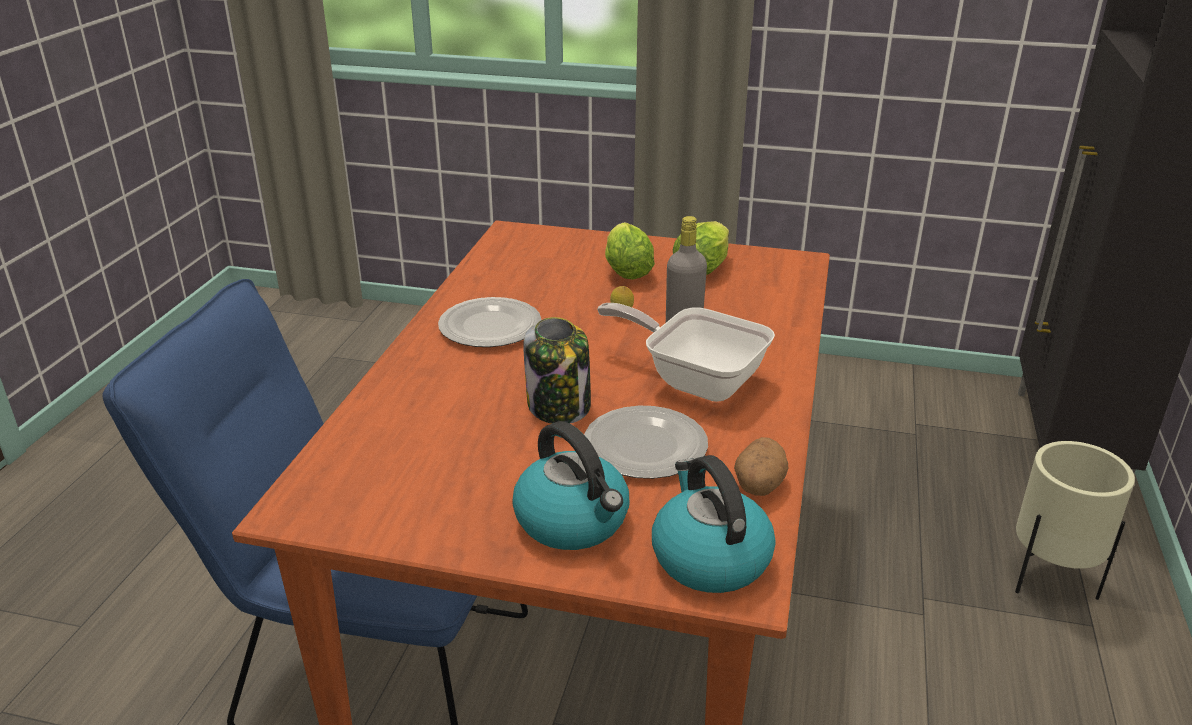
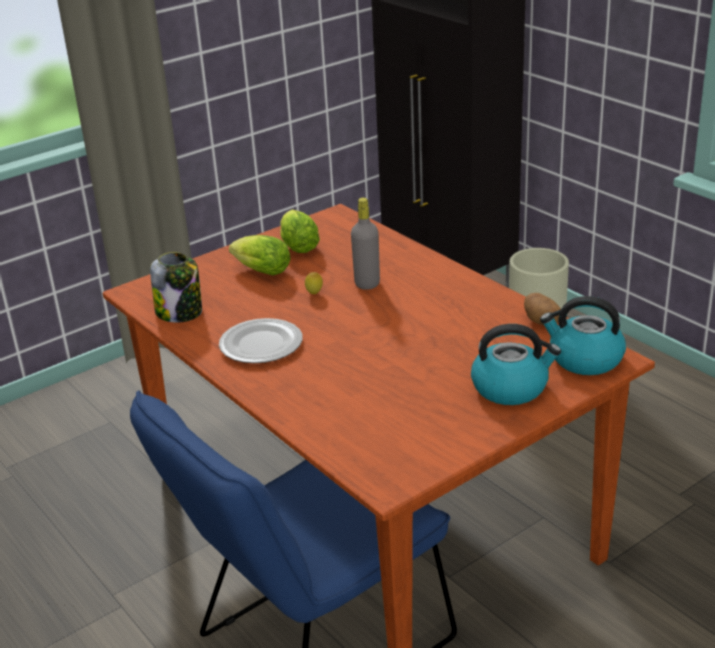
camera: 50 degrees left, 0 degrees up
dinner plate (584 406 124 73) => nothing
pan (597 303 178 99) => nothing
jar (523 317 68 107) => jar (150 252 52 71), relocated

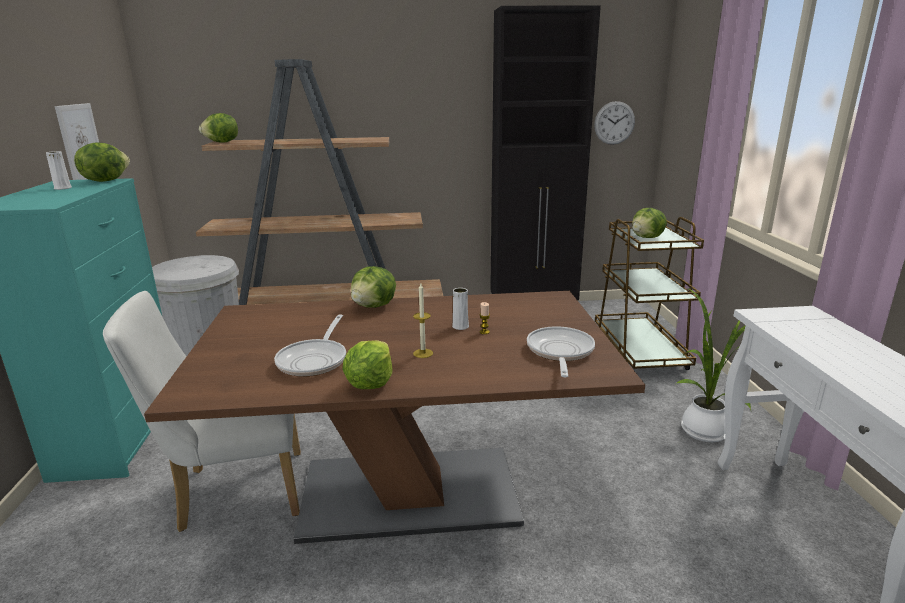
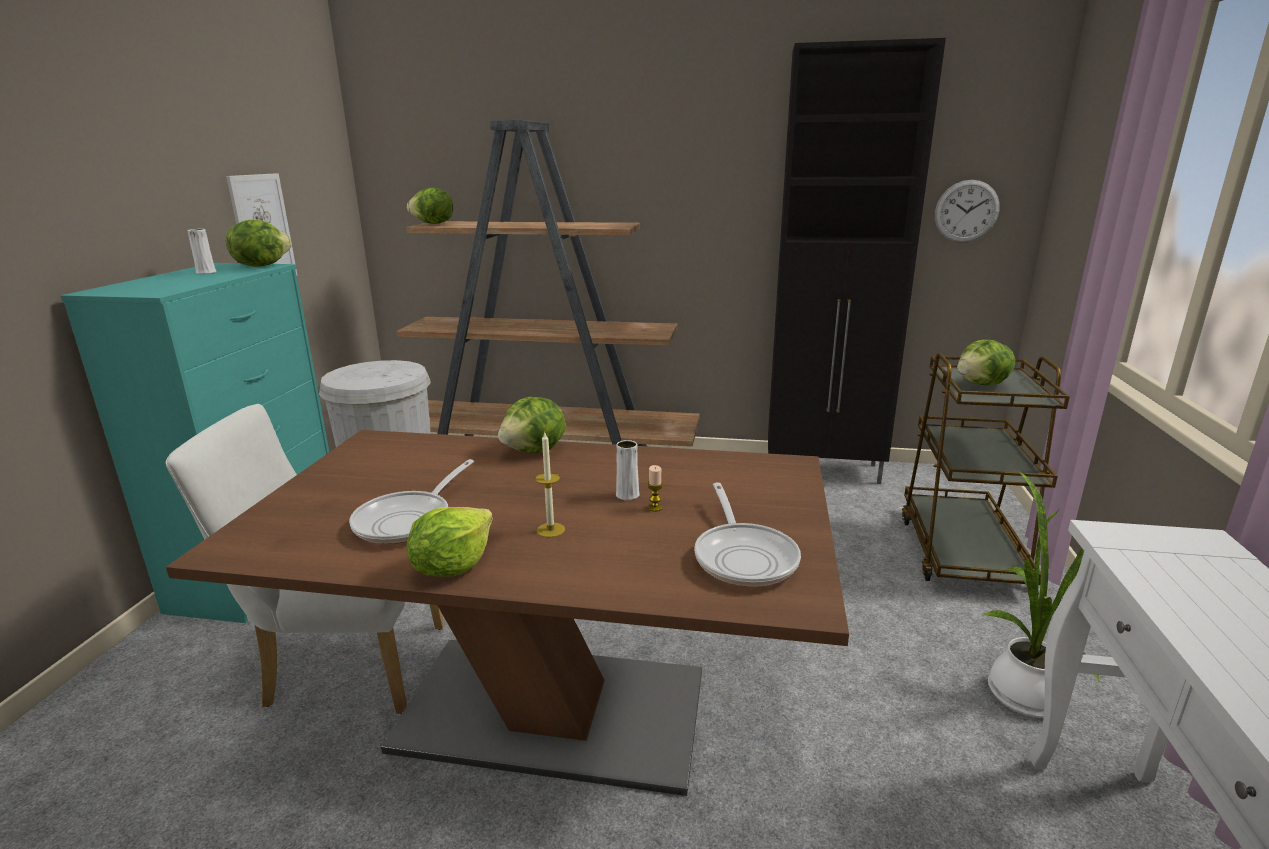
camera: 15 degrees right, 0 degrees up
pan (527 326 68 51) => pan (694 483 107 104), 150 degrees clockwise

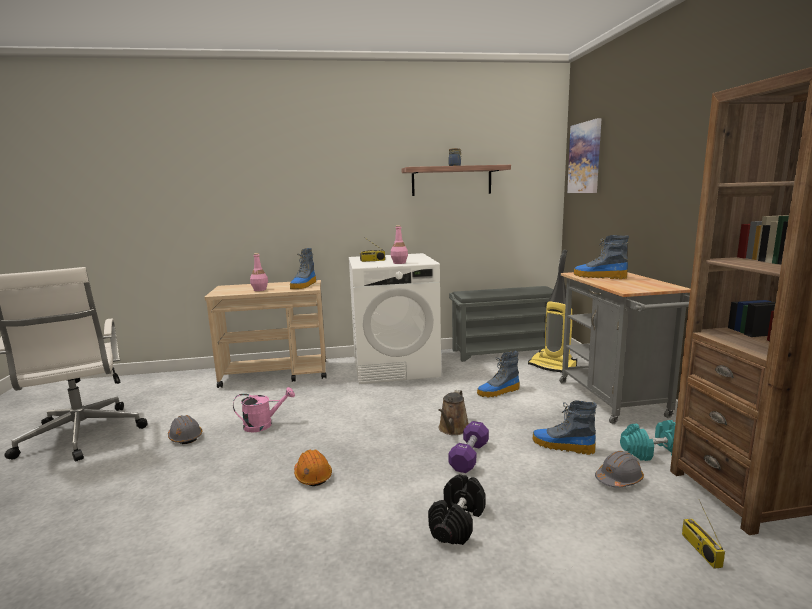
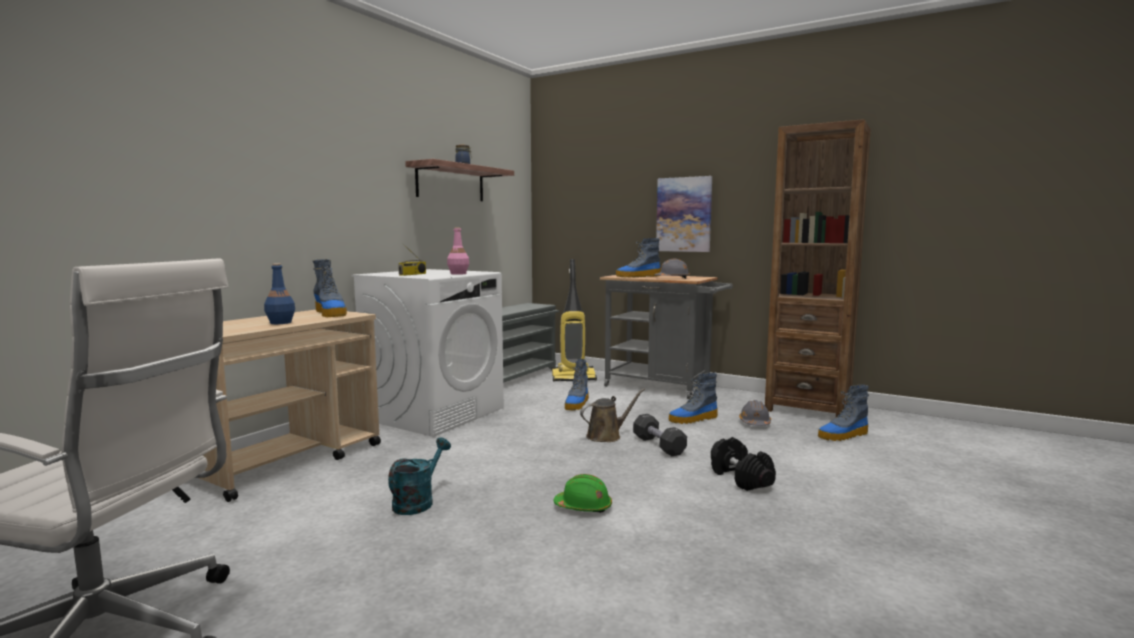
camera: 50 degrees left, 5 degrees down
blue-green free weight (620 420 55 41) => nothing
gray safety helmet (168 415 34 29) => gray safety helmet (655 259 35 19), relocated
wall art (567 118 35 75) => wall art (656 176 56 76), relocated
radio receiver (682 499 43 70) => tall boot (818 384 51 57)
pink-coloured watering pot (233 387 62 45) => blue-green watering pot (388 437 63 78)
pink-coloured drink bottle (250 253 18 38) => bluish drink bottle (264 263 31 61)
orangey safety helmet (294 449 38 37) => green safety helmet (553 474 59 39)
purple free weight (449 421 40 52) => black free weight (633 414 54 42)
brown-coloured watering pot (438 390 31 45) => brown-coloured watering pot (580 389 65 53), 90 degrees counterclockwise

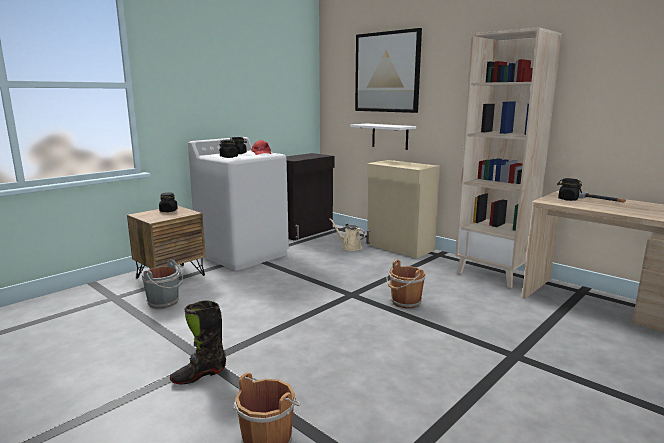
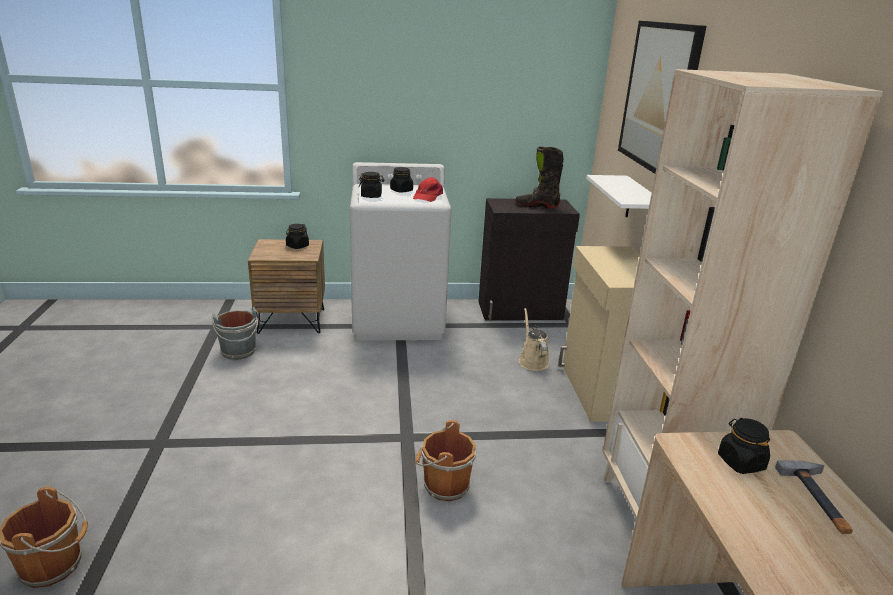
camera: 40 degrees right, 10 degrees up
black tall boot (170 300 56 84) => black tall boot (515 147 49 62), relocated

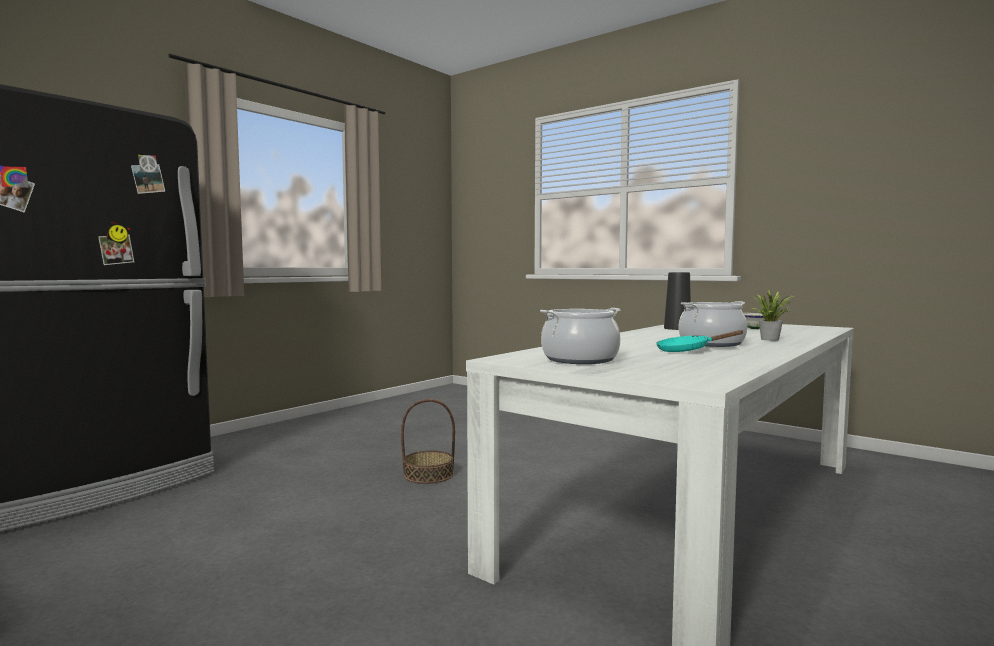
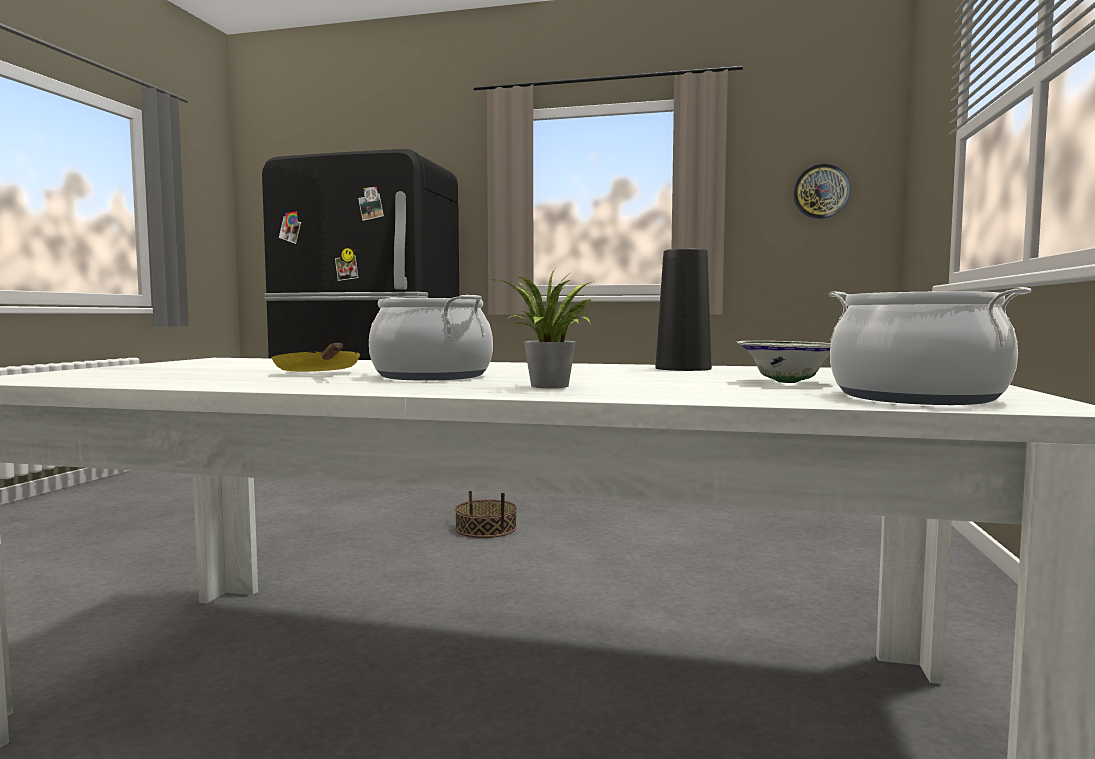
camera: 65 degrees right, 0 degrees up
nothing => clock on the wall (793 164 58 55)
saucepot (540 308 81 56) => saucepot (829 287 202 118), relocated
blue-green pan (656 330 87 22) => yellow-coloured pan (271 343 89 29)

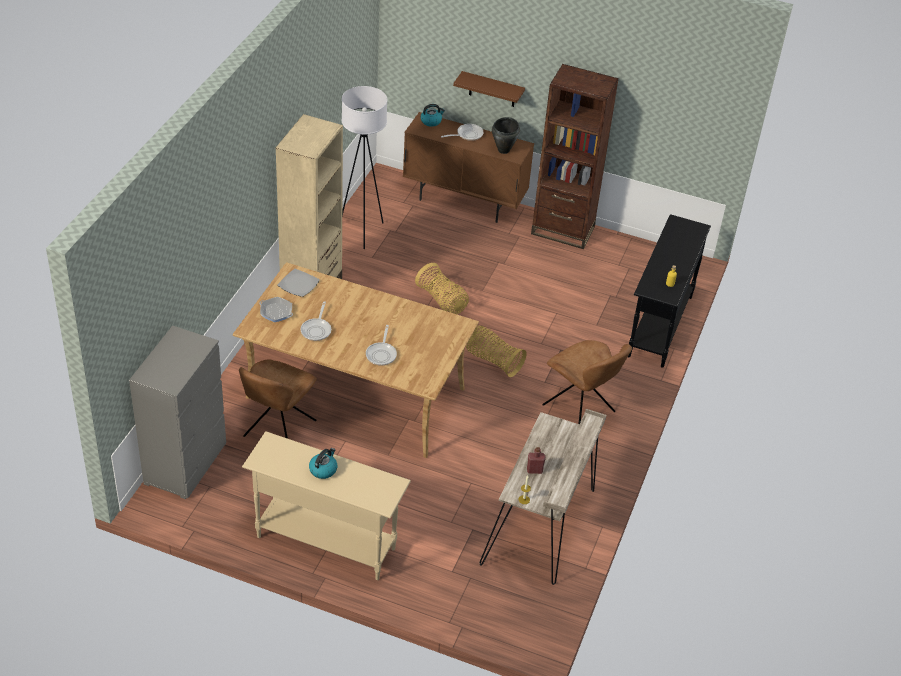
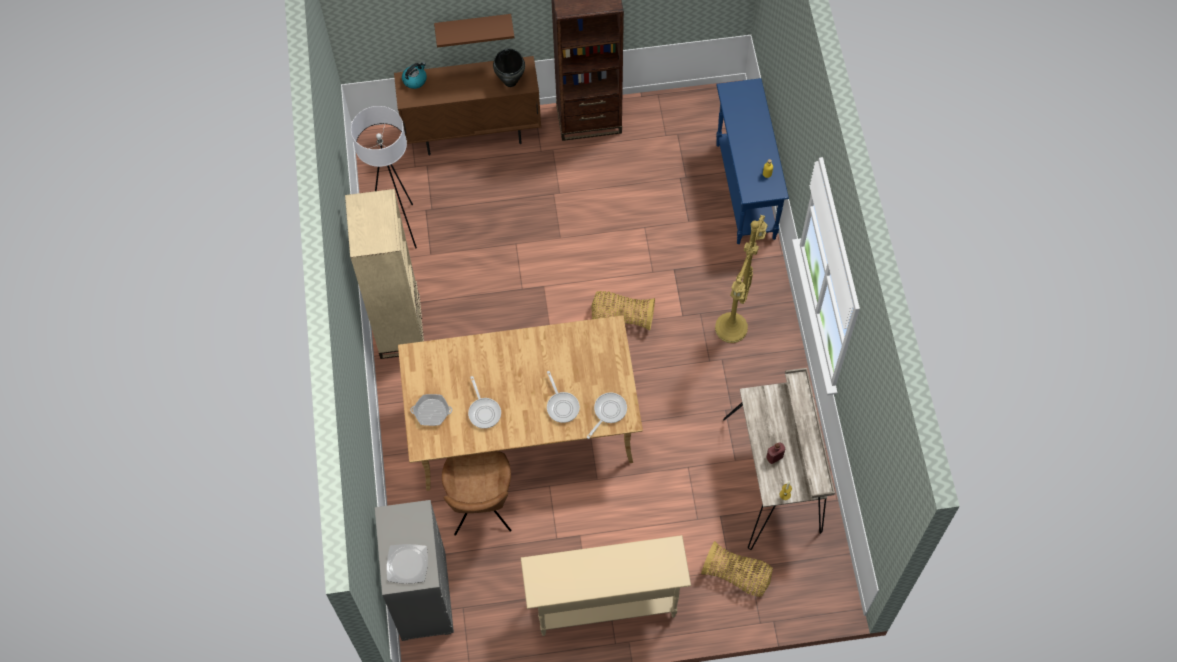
camera: 25 degrees left, 20 degrees up
kettle (309 448 28 31) => nothing
dinner plate (277 269 43 28) => dinner plate (387 544 41 40), relocated
storage basket (415 263 54 51) => storage basket (701 541 72 56), relocated
pan (441 124 42 17) => pan (587 392 40 47), relocated
brown-coloured chair (542 340 90 84) => yellow-coloured floor lamp (715 215 53 128)
black console table (628 214 83 154) => bluish console table (716 78 73 166)

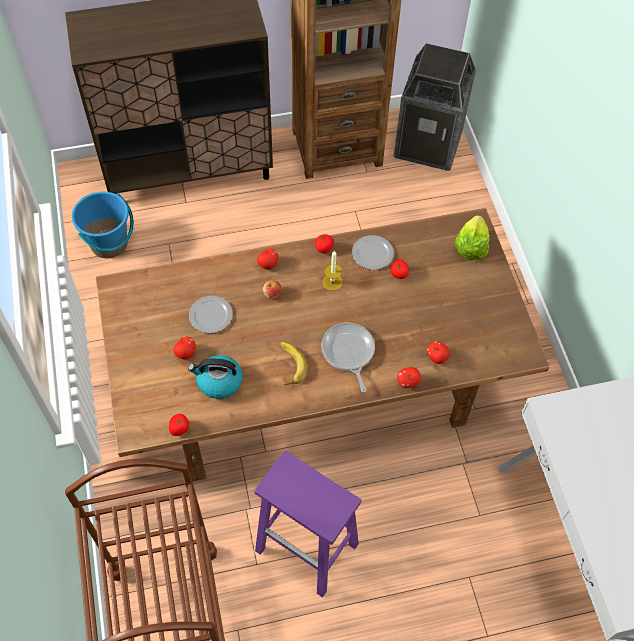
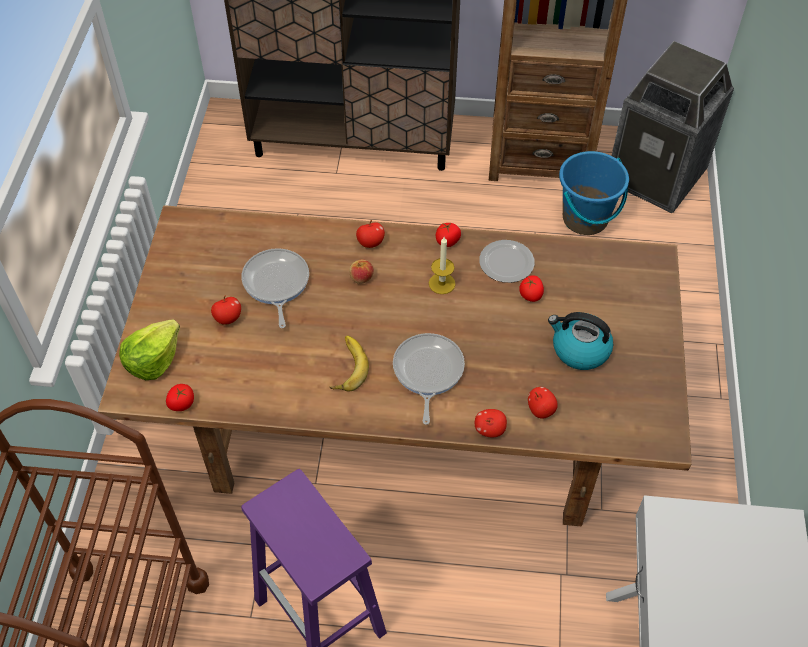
camera: 20 degrees right, 5 degrees down
bluish pail (72 191 62 67) => bluish pail (559 151 70 84), relocated
kettle (188 355 55 44) => kettle (548 312 65 58), relocated
head of lettuce (455 215 34 45) => head of lettuce (119 320 61 60), relocated
dinner plate (189 296 44 37) => pan (241 248 68 80)

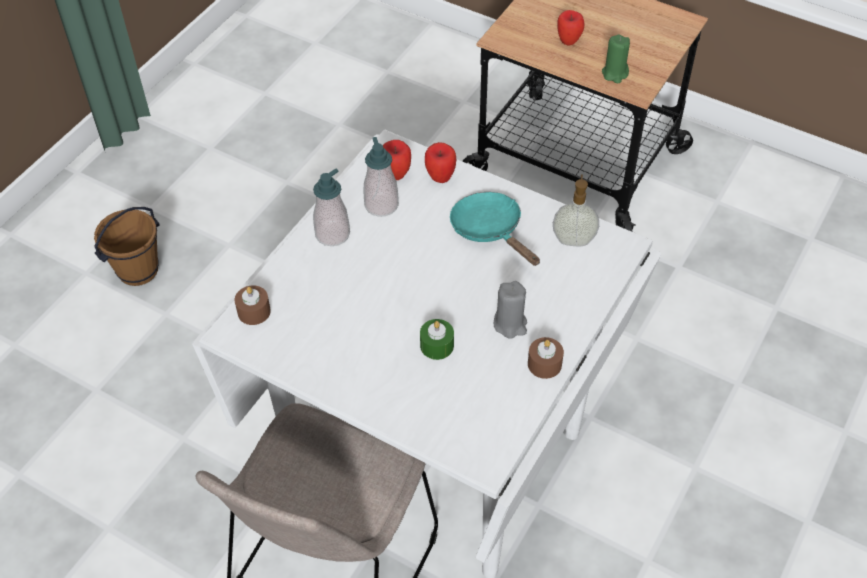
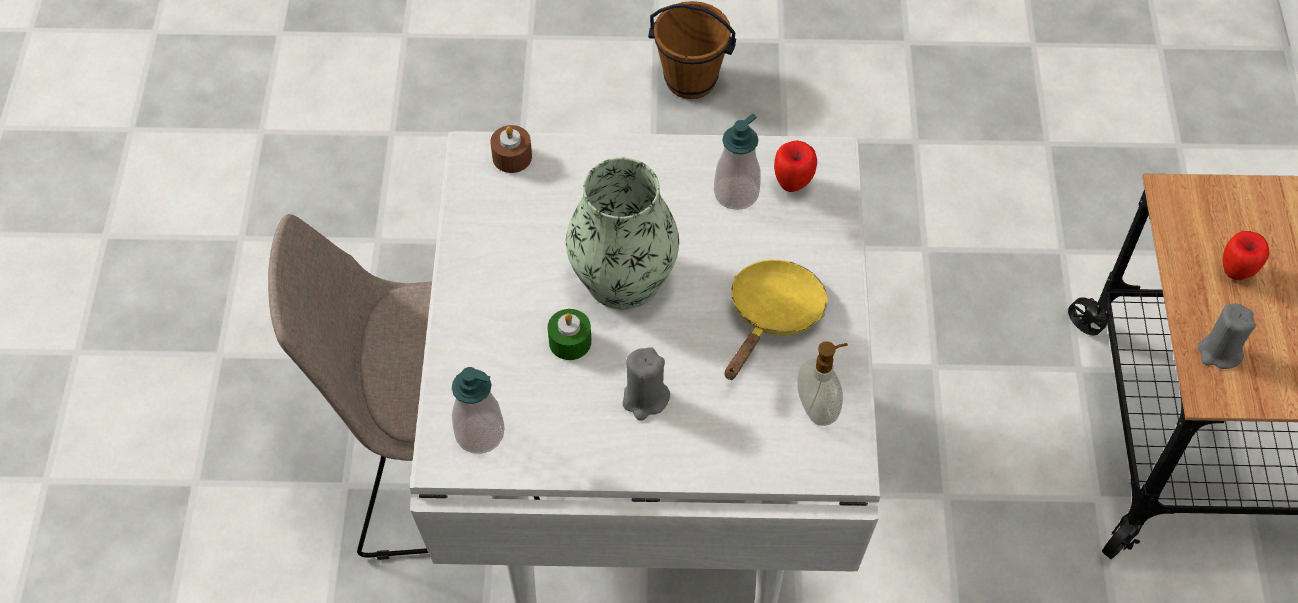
camera: 60 degrees right, 5 degrees up
whole apple (425 142 31 41) => nothing
brown-coloured candle (528 337 36 42) => nothing
nothing => flower vase (566 158 113 152)
soap dispenser (313 168 37 78) => soap dispenser (452 367 53 87), relocated
blue-green pan (450 192 90 74) => yellow-coloured pan (725 260 102 120)
green candle (602 34 28 49) => gray candle (1197 304 59 65)

